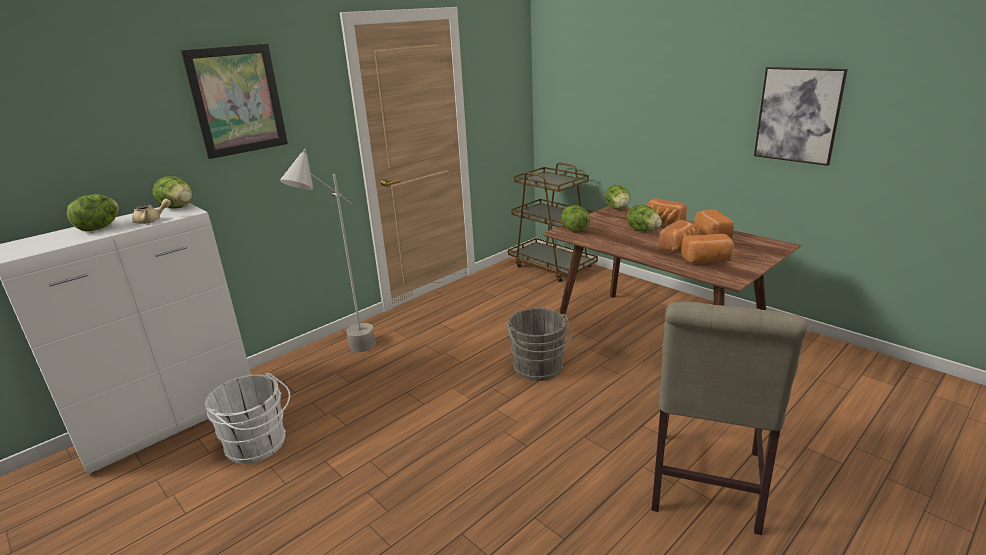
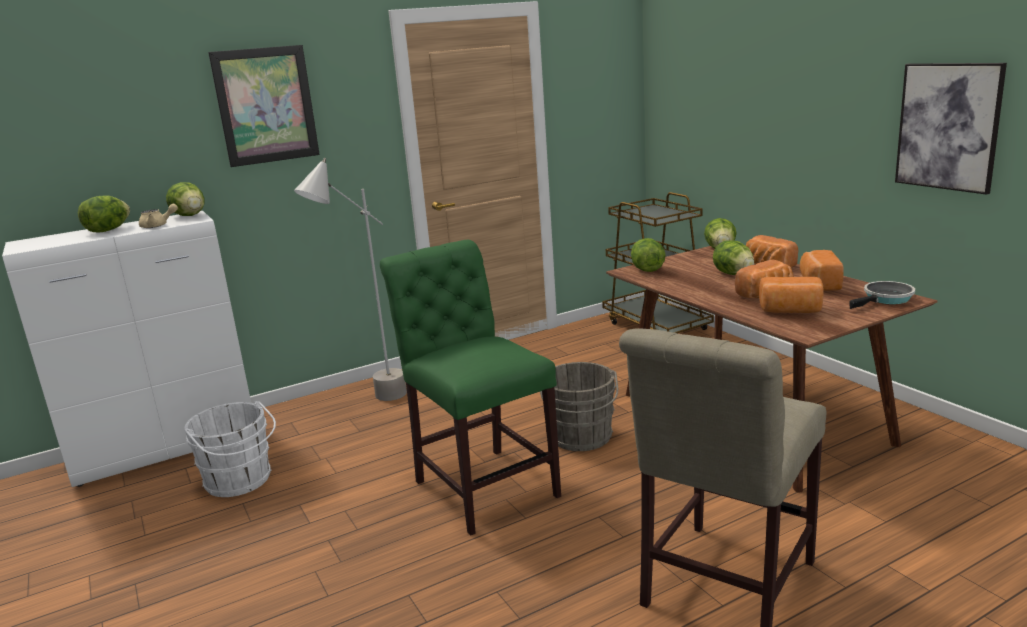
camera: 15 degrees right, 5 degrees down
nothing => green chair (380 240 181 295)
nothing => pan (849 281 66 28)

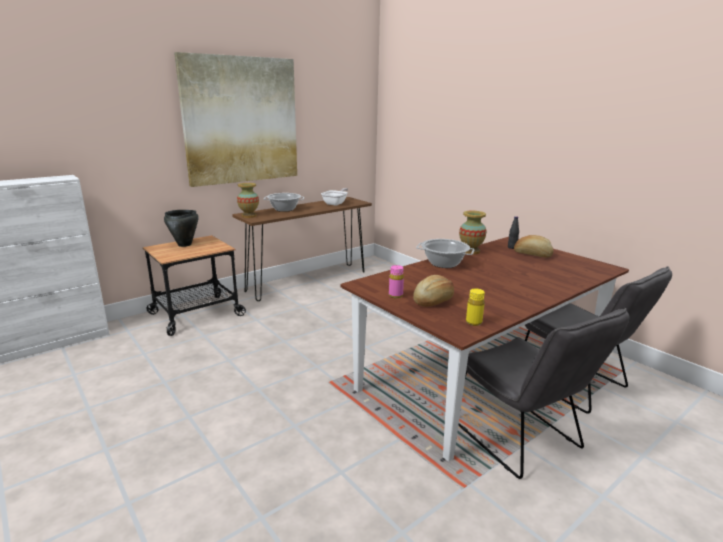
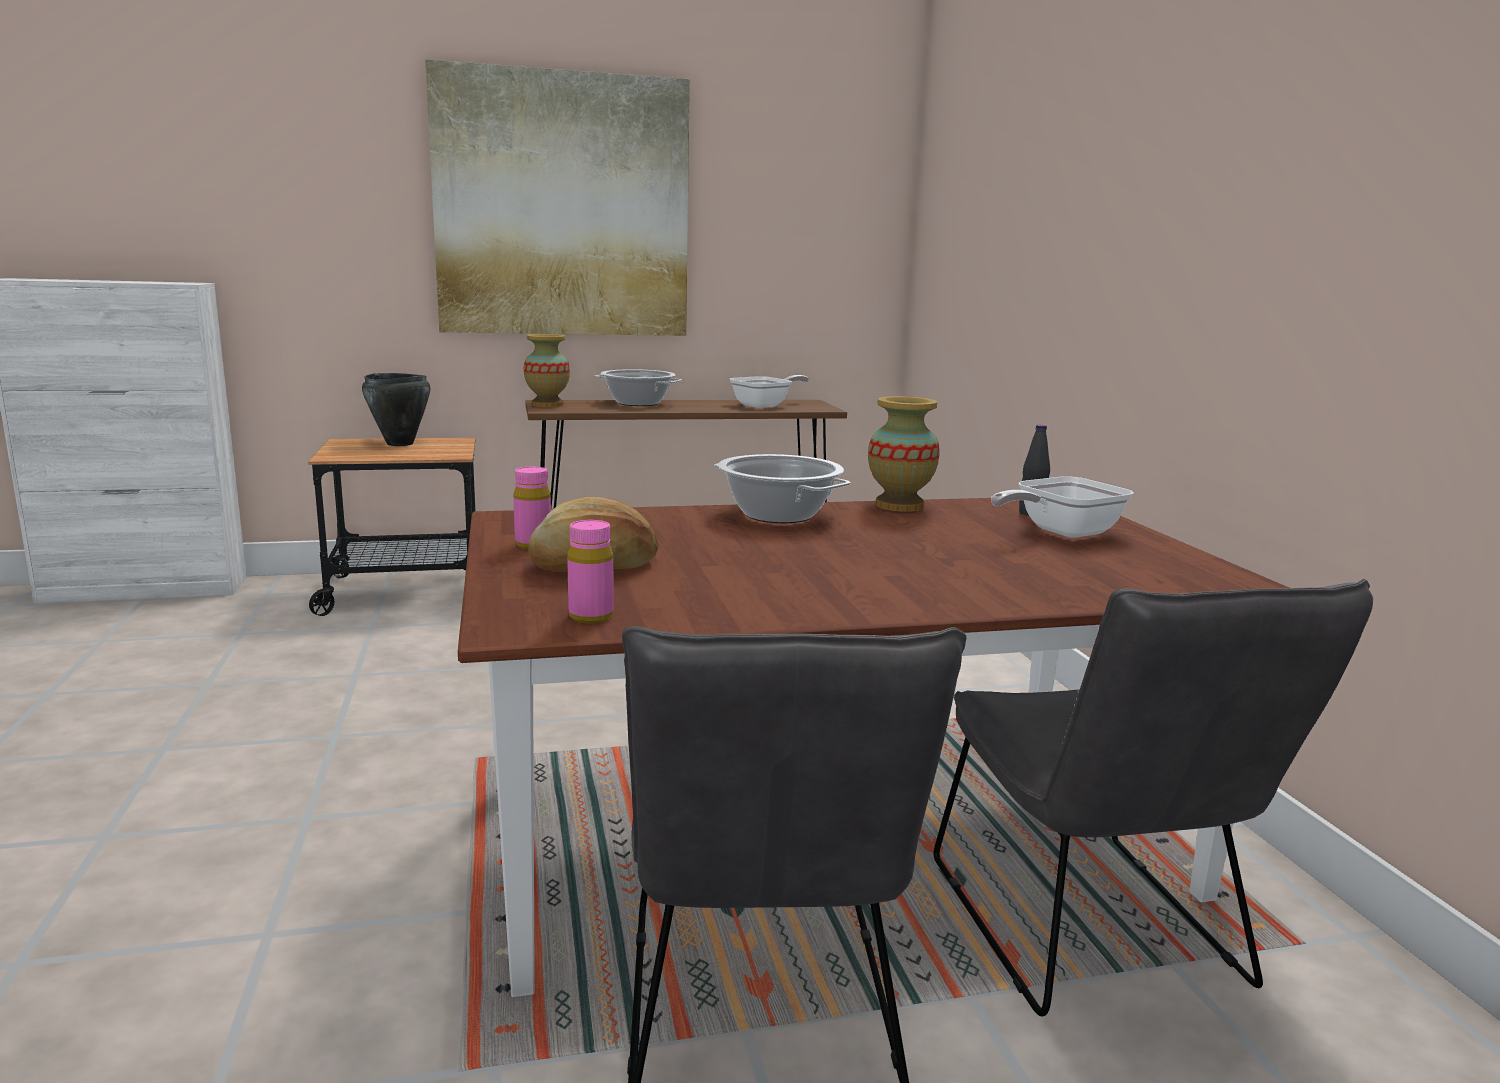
camera: 25 degrees right, 5 degrees down
bread (514 235 40 23) => pan (991 476 143 62)
yellow-coloured drink bottle (466 288 19 38) => pink-coloured drink bottle (567 520 47 103)

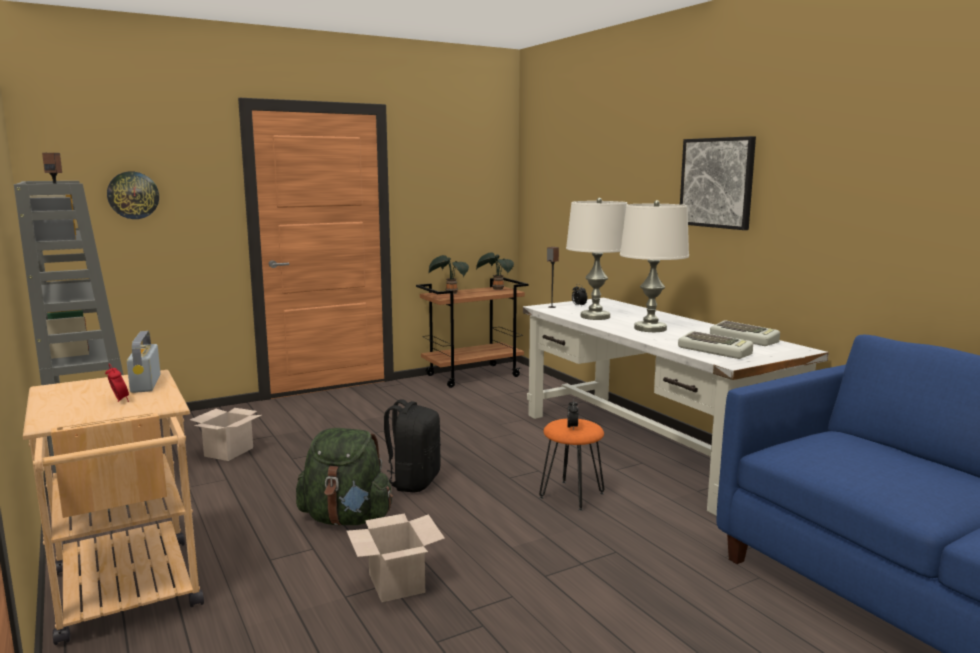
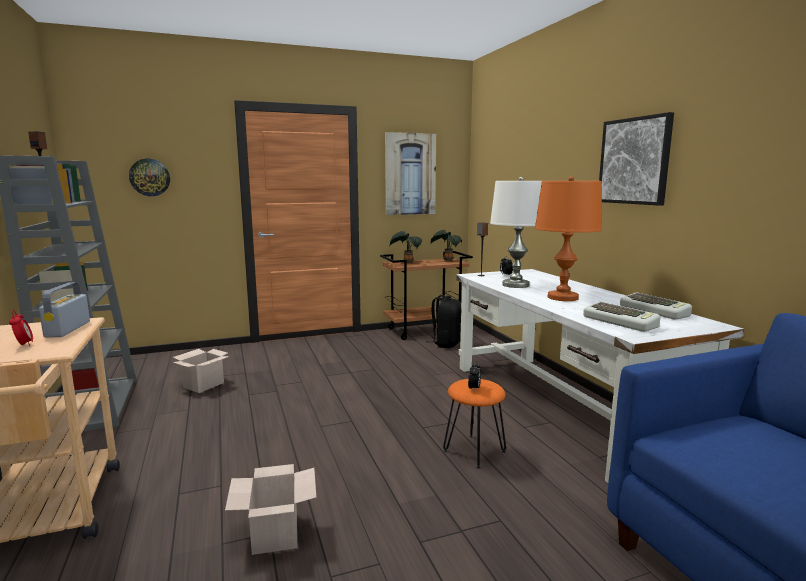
camera: 10 degrees right, 0 degrees up
green backpack (296 428 97 97) => nothing
nothing => wall art (385 132 51 83)
black backpack (384 399 57 93) => black backpack (431 295 30 53), relocated
white table lamp (620 200 69 132) => orangey table lamp (535 176 67 125)

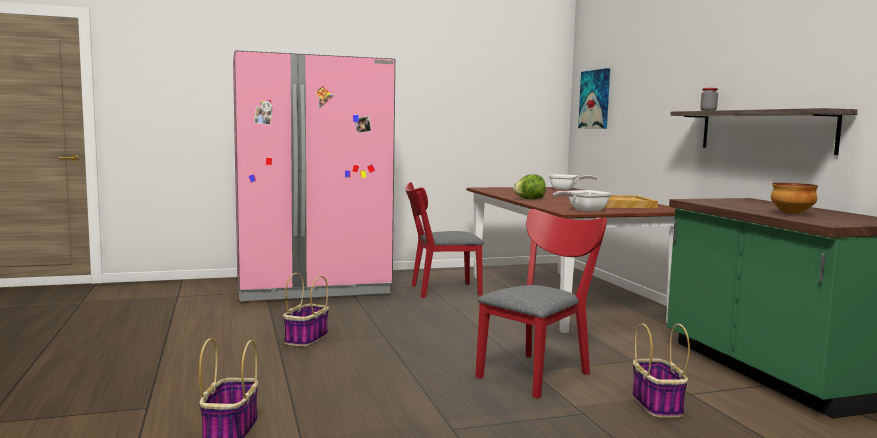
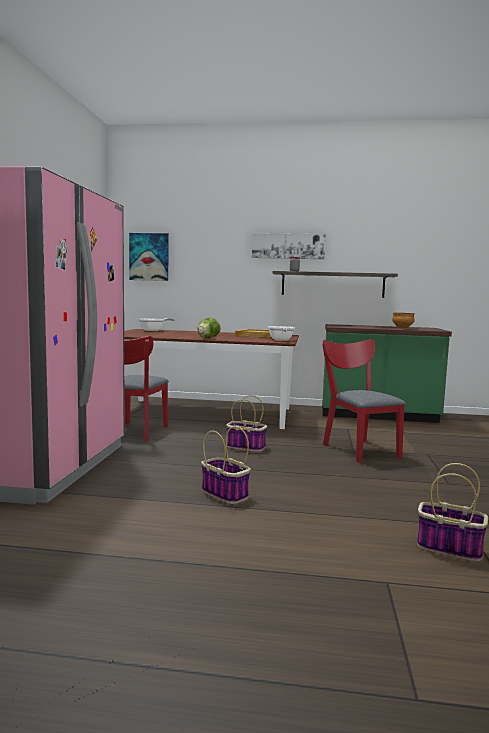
camera: 65 degrees left, 0 degrees up
nothing => wall art (252 233 74 26)
storage basket (632 324 58 94) => storage basket (227 395 40 57), relocated

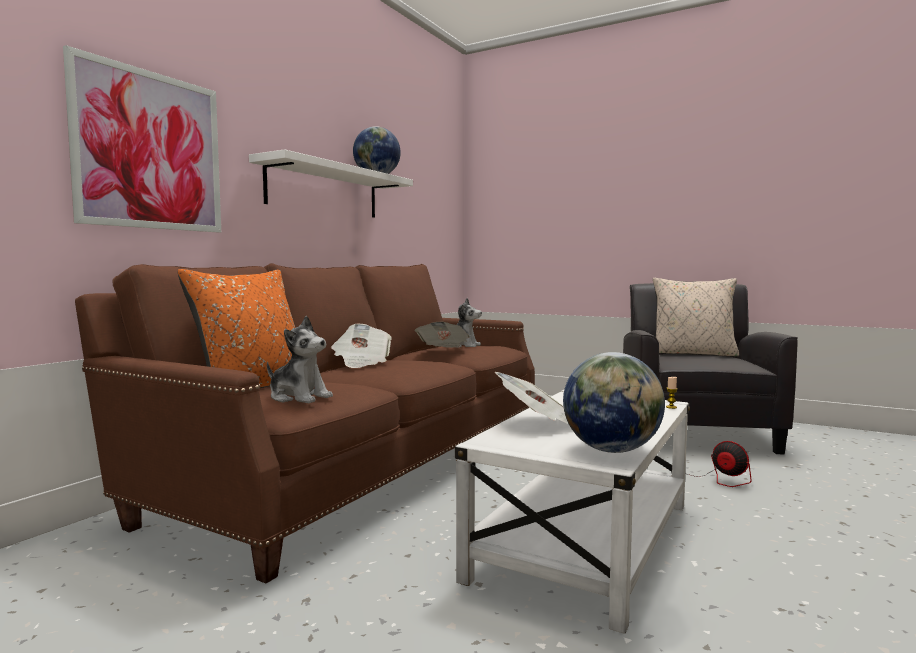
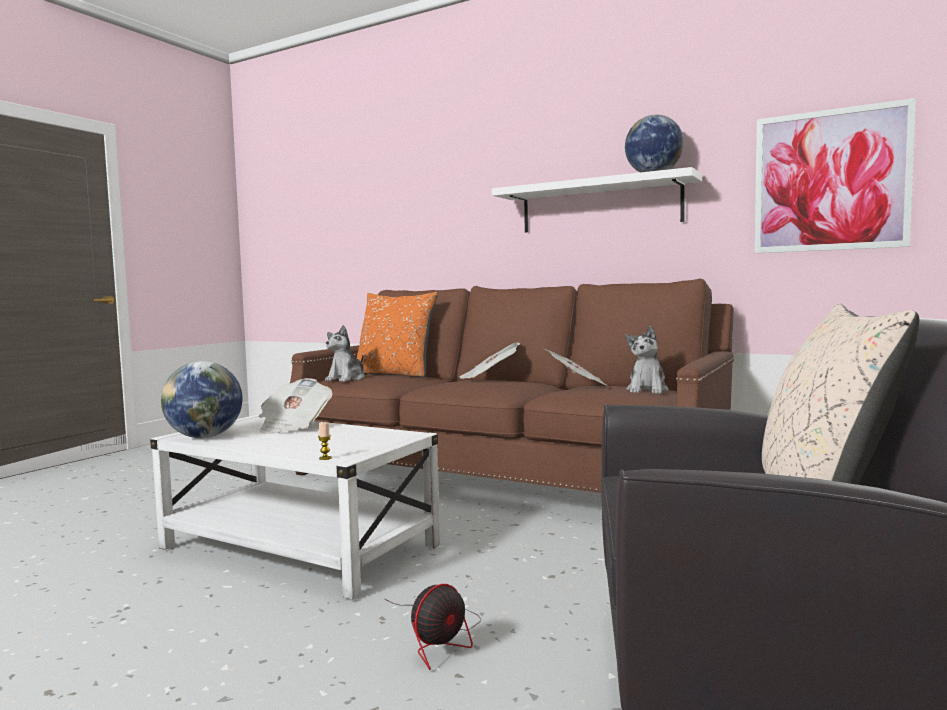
camera: 90 degrees right, 0 degrees up
wall art (63 45 158 188) => wall art (754 98 162 155), relocated

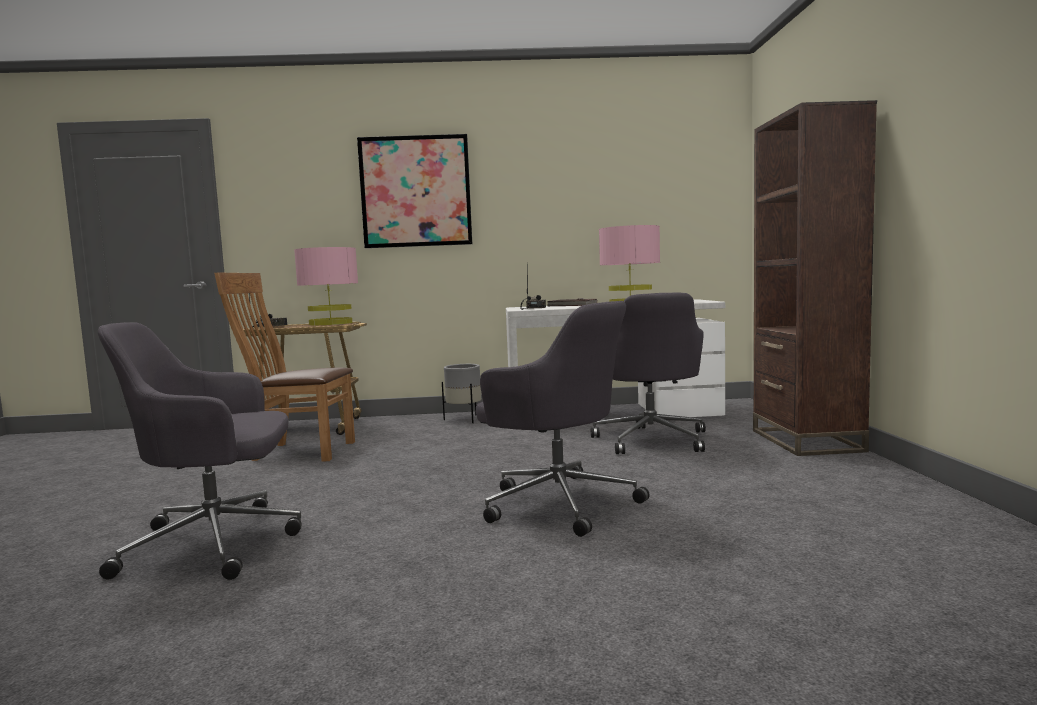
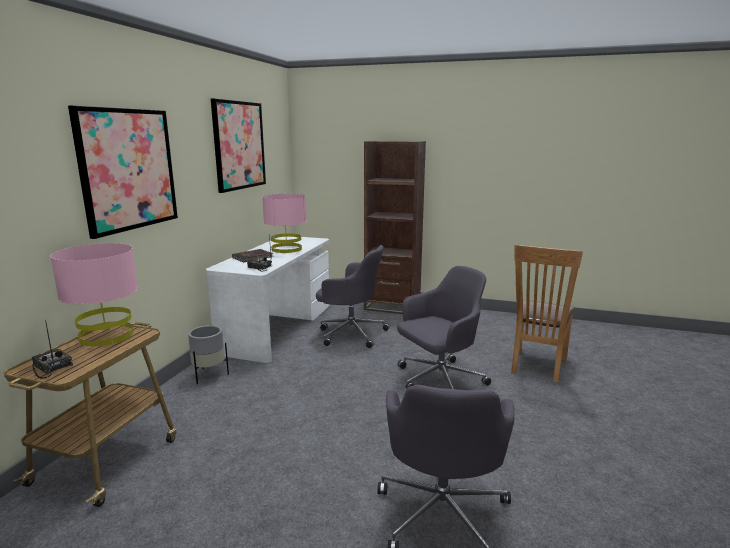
camera: 70 degrees left, 10 degrees up
nothing => wall art (211 98 55 95)
brown-coloured chair (214 272 141 189) => brown-coloured chair (511 244 72 139), relocated

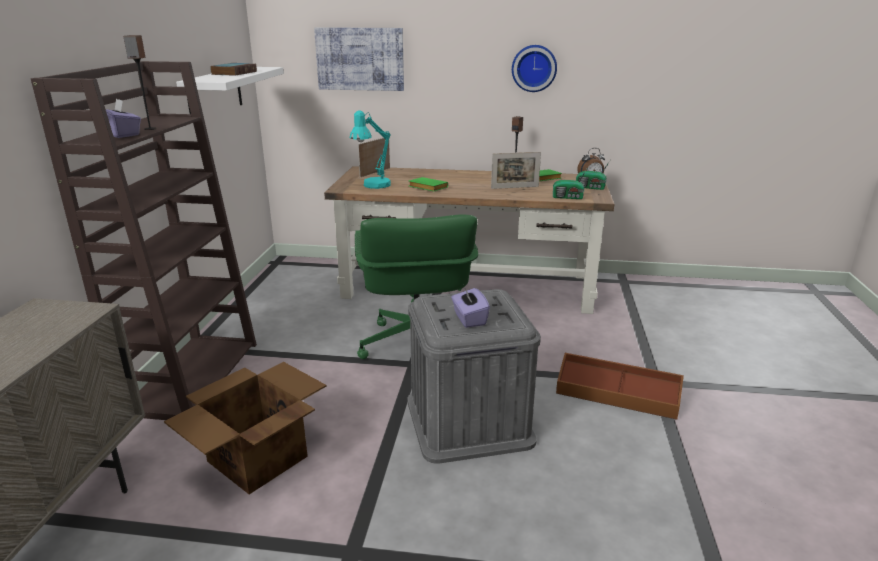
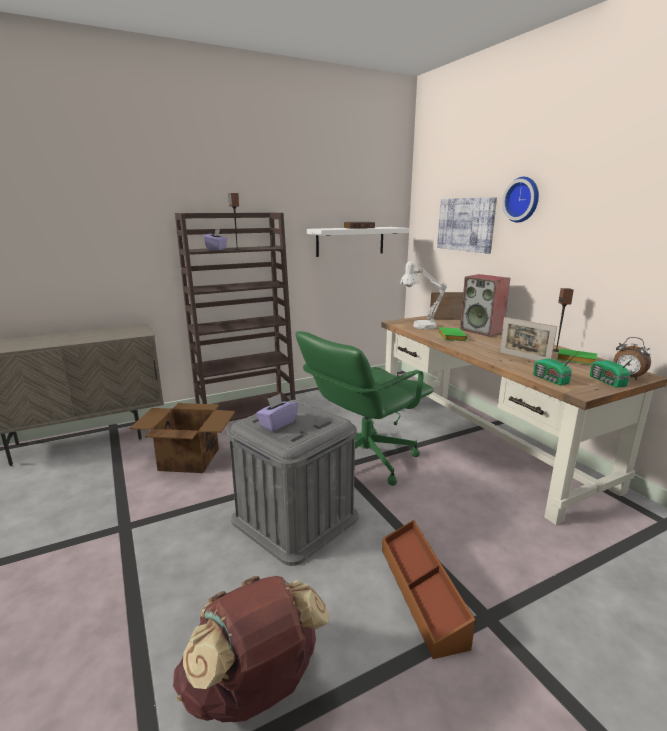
camera: 55 degrees right, 5 degrees down
nothing => brown-coloured backpack (173 576 156 146)
nothing => loudspeaker (460 274 50 63)
clock on the wall (512 45 45 47) => clock on the wall (502 177 37 46), relocated
blue-green table lamp (350 111 41 78) => white table lamp (400 261 47 68)

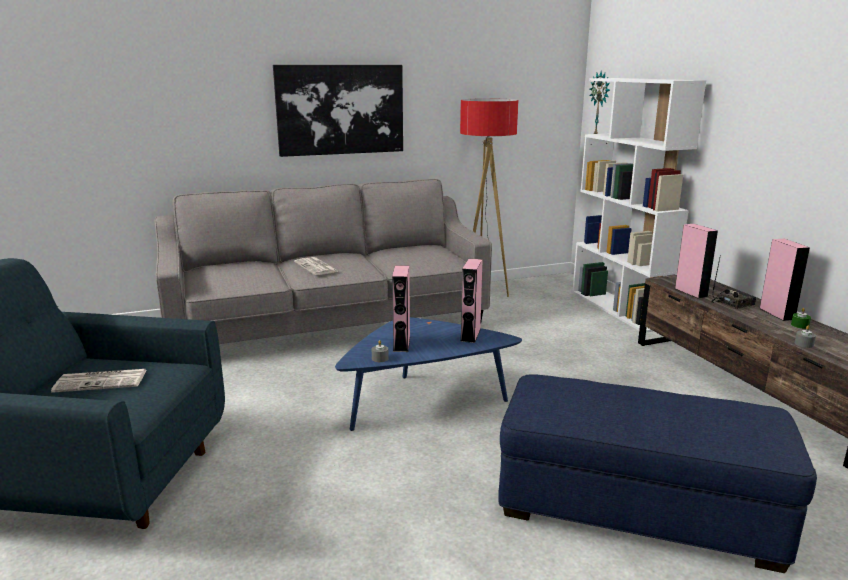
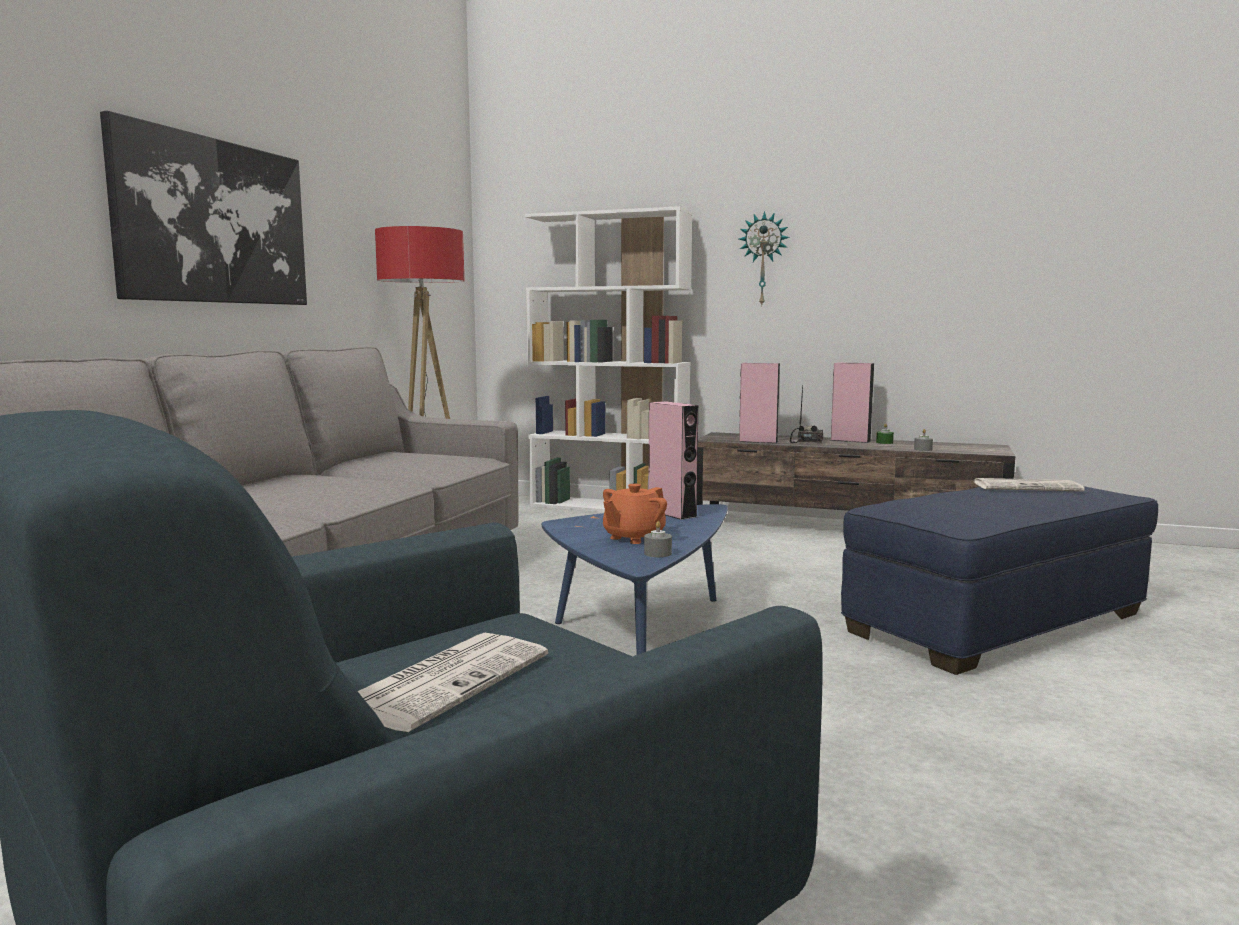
camera: 50 degrees left, 10 degrees down
printed paper (294 257 45 18) => printed paper (974 478 111 14), relocated
clock on the wall (590 71 20 63) => clock on the wall (739 211 51 96), relocated
pink-coloured loudspeaker (392 265 18 87) => orangey pot for tea (603 484 64 60)

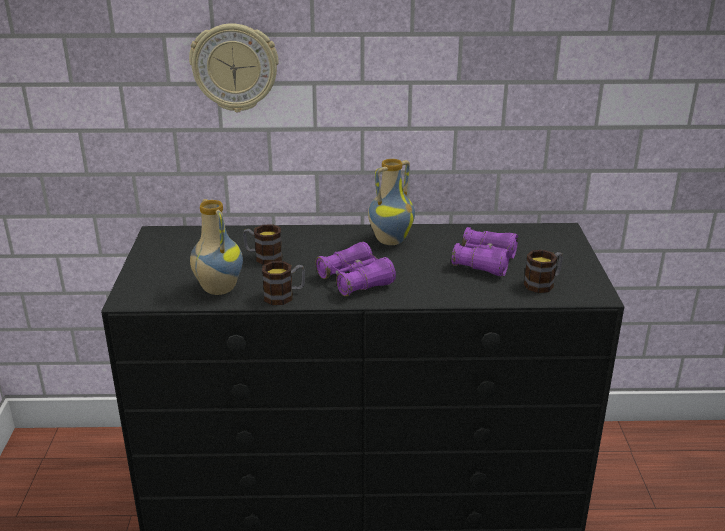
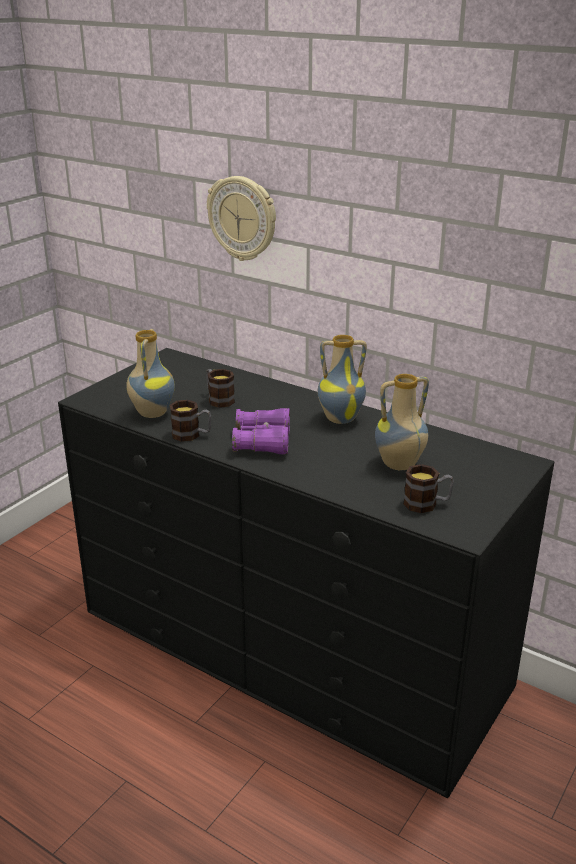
camera: 35 degrees right, 0 degrees up
purple pair of binoculars (451 227 67 50) => flower vase (375 374 54 96)

